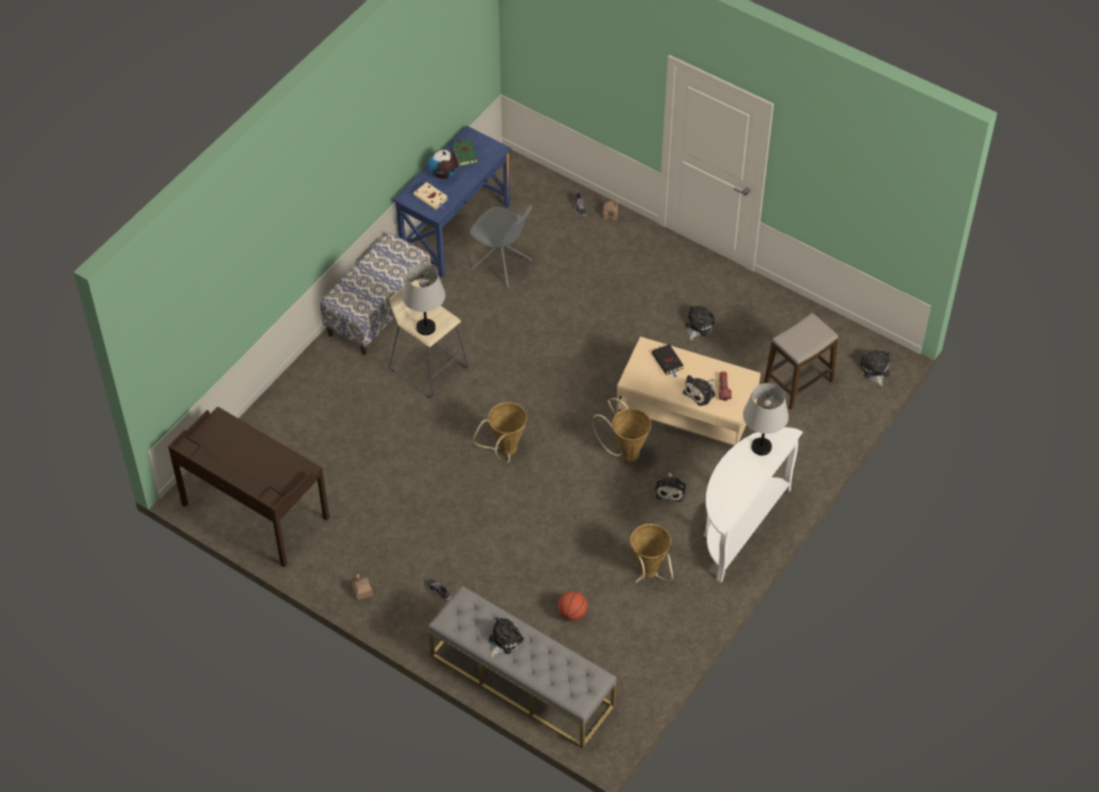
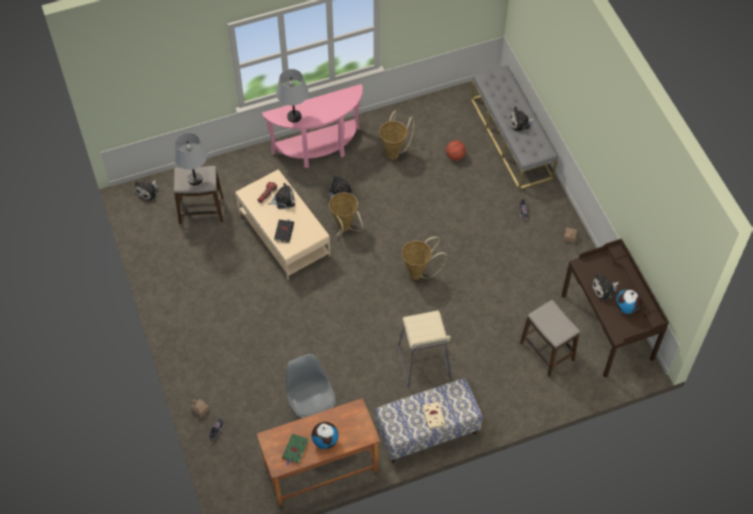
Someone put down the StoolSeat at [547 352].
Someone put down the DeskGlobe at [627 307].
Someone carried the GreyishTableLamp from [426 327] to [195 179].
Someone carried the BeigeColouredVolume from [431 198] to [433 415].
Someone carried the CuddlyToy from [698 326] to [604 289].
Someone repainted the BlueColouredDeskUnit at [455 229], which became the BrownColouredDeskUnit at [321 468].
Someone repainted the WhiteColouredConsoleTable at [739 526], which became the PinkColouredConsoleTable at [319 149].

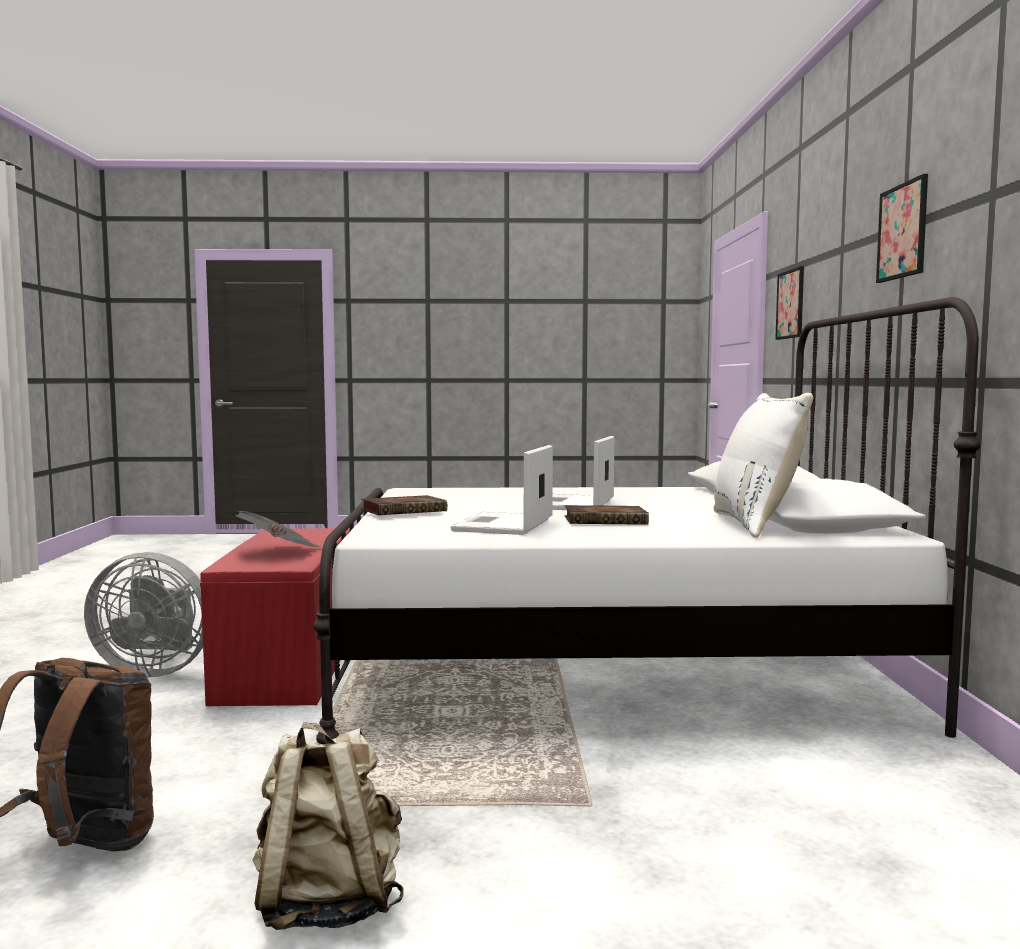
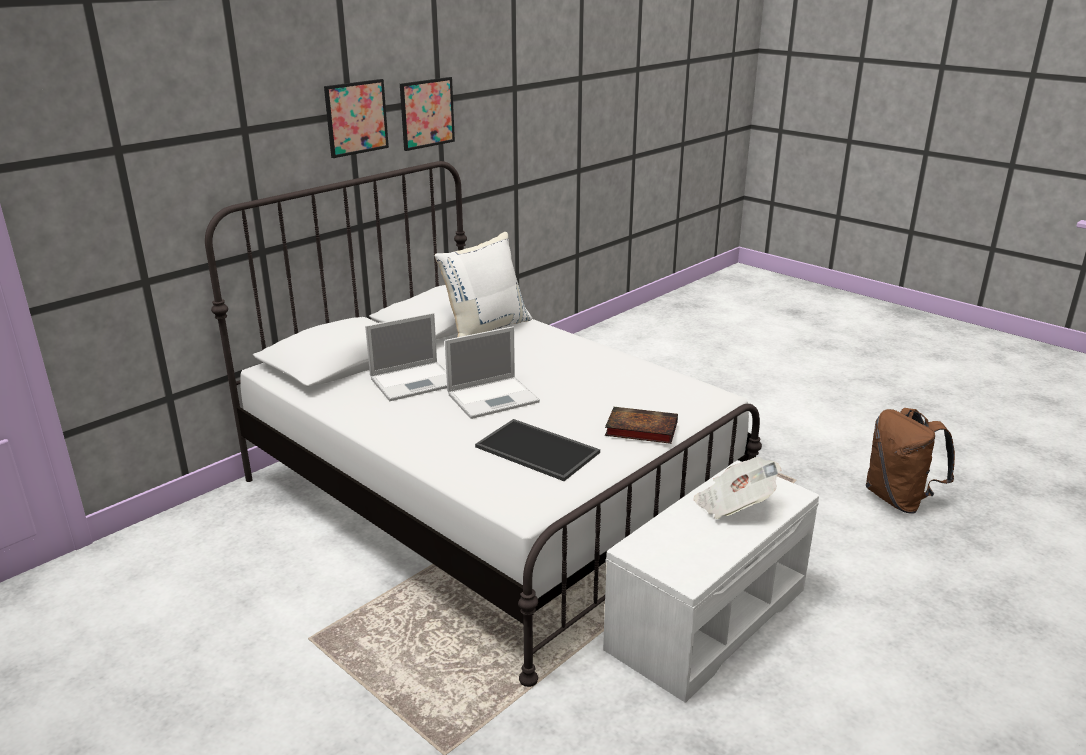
Someone took away the GreyishCoolingFan at [154 670].
Someone took away the BeigeColouredKnapsack at [328 904].
Someone took away the Volume at [607 521].
Someone put down the CarryingTray at [539 449].
Someone carried the Laptop from [503 525] to [415 381].
Someone carried the WallPicture from [790 304] to [427 113].
Someone repainted the RedLongSeat at [290 666], which became the WhiteColouredLongSeat at [707 616].

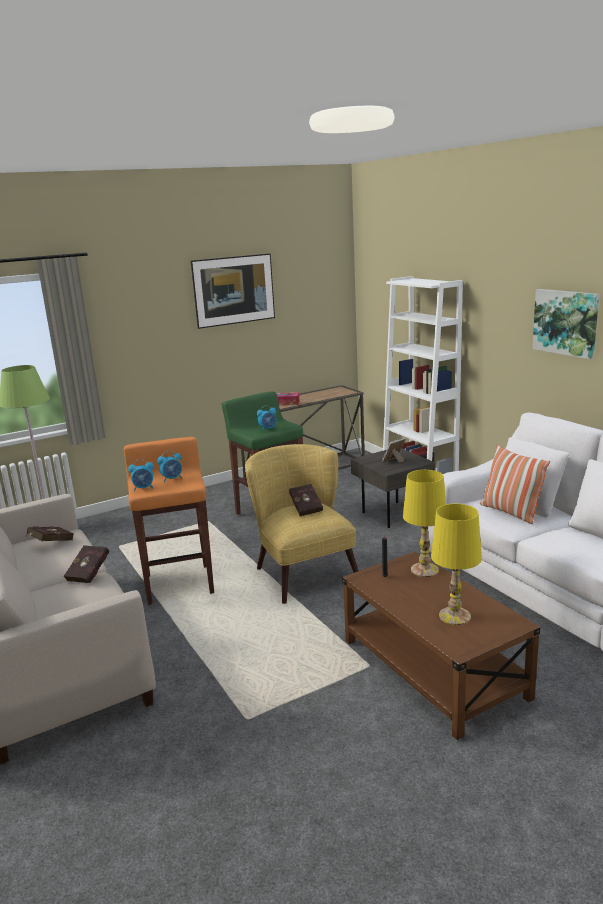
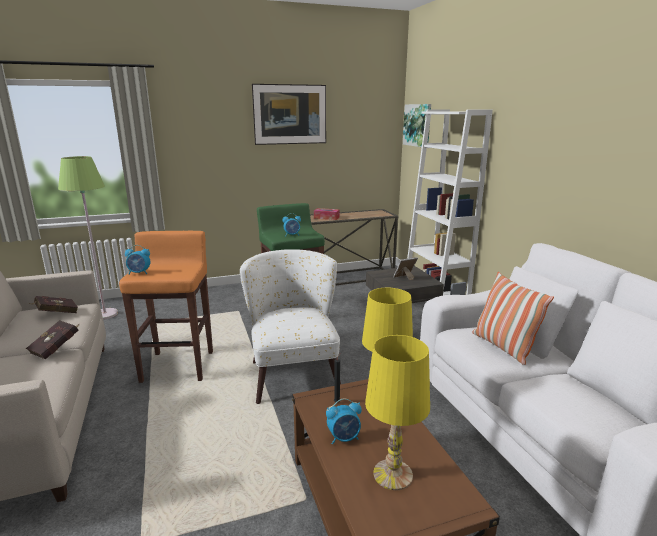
Someone took away the RedVolume at [306 508].
Someone carried the TableClock from [172 479] to [344 438].
Someone carried the WallPicture from [566 322] to [417 125].
Someone repainted the YellowishArmchair at [302 570], which became the WhiteColouredArmchair at [293 370].

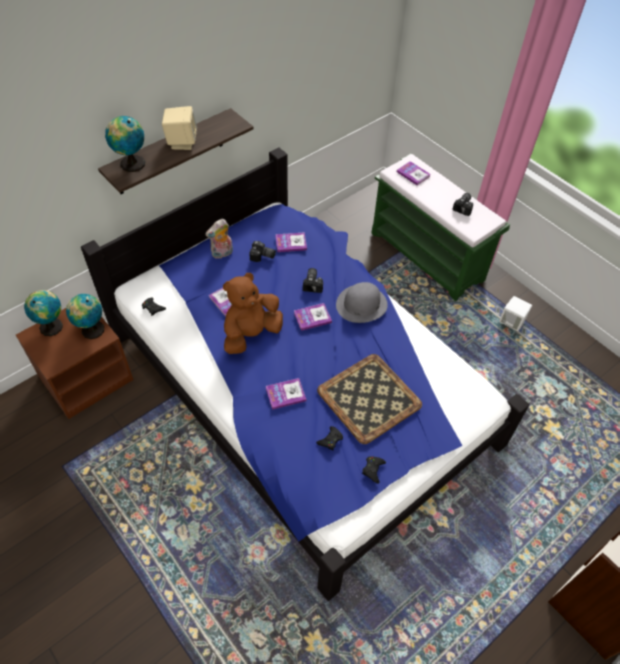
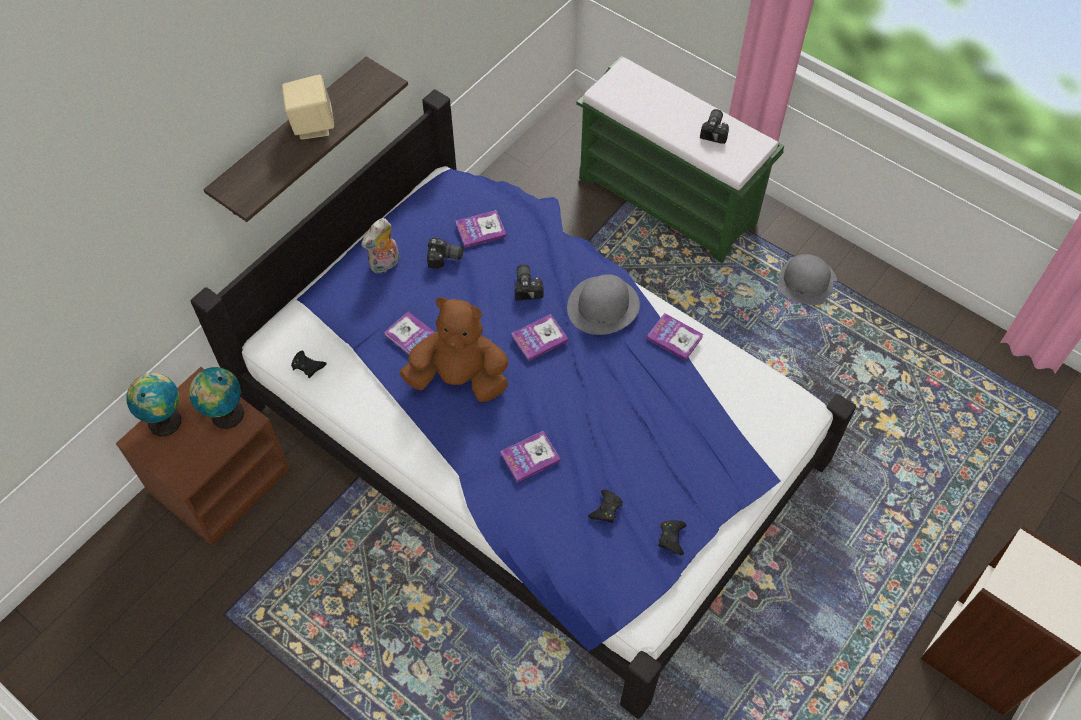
Someone took away the DeskGlobe at [131 163].
Someone took away the CarryingTray at [370 398].
Someone carried the Volume from [413 174] to [674 337].
Someone swapped the WhiteColouredAudioSpeaker at [511 323] for the GreyishHat at [805 281].
Someone rotated the BrownColouredCuddlyToy at [251 334] by 60 degrees clockwise.

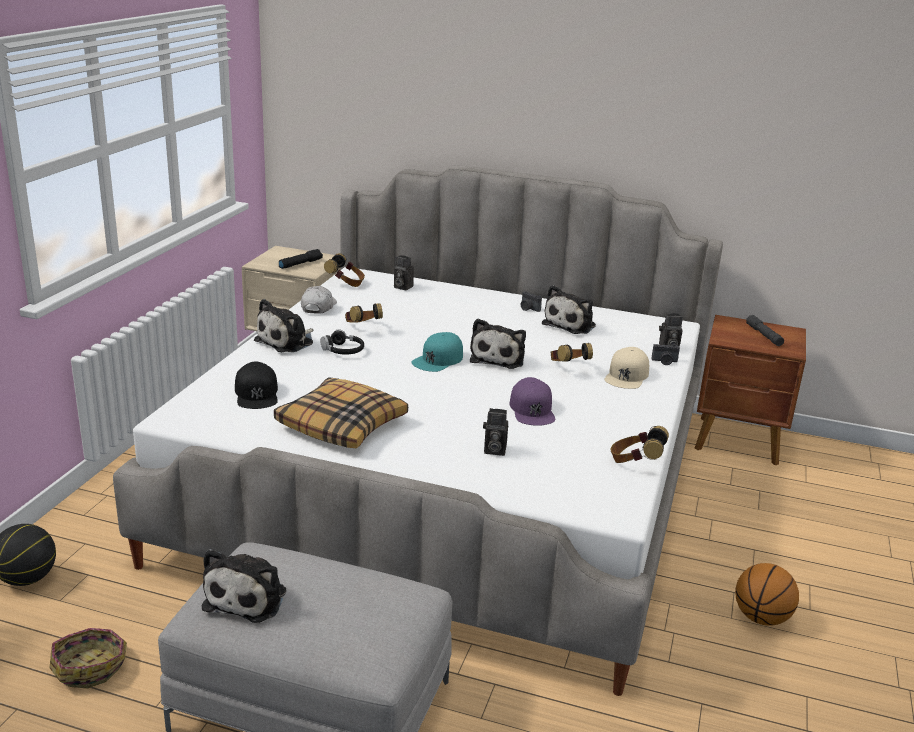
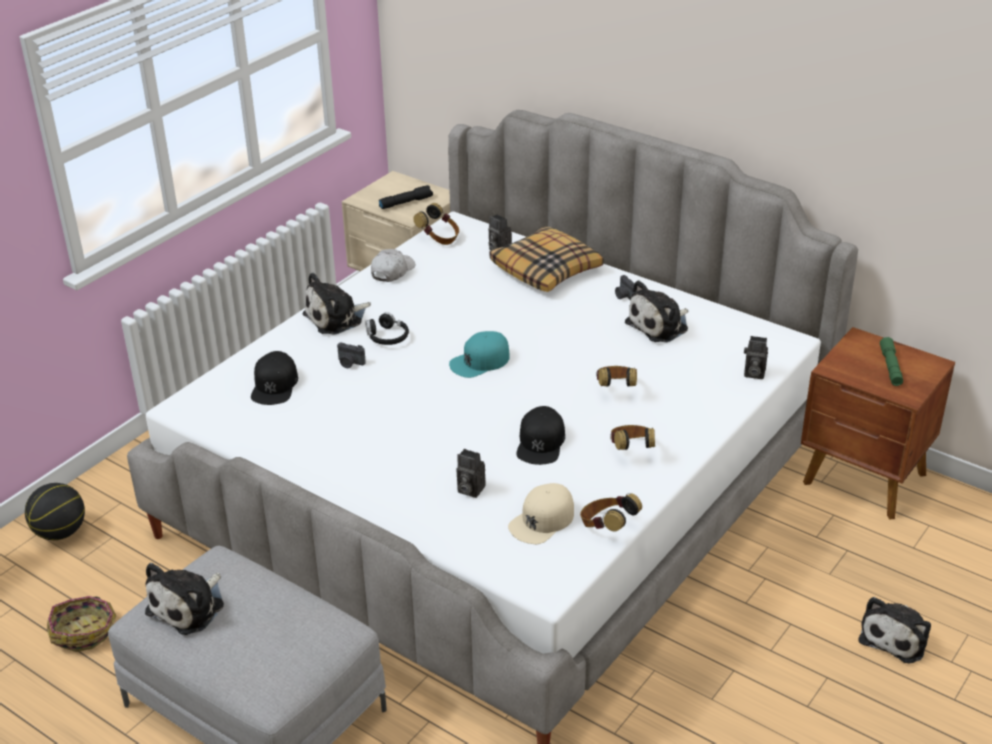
Someone took away the Basketball at [761 618].
Someone carried the ThrowPillow from [342 425] to [546 269].
Someone carried the Headphones from [362 328] to [631 450].
Someone carried the CuddlyToy from [498 358] to [895 637].
Someone carried the BeigeColouredCap from [627 375] to [542 520].
Someone carried the StillCamera from [664 362] to [350 363].
Someone repainted the PurpleColouredCap at [532 410], which became the BlackCap at [541 442].
Someone repainted the GreyishHandTorch at [764 335], which became the GreenColouredHandTorch at [890 367].

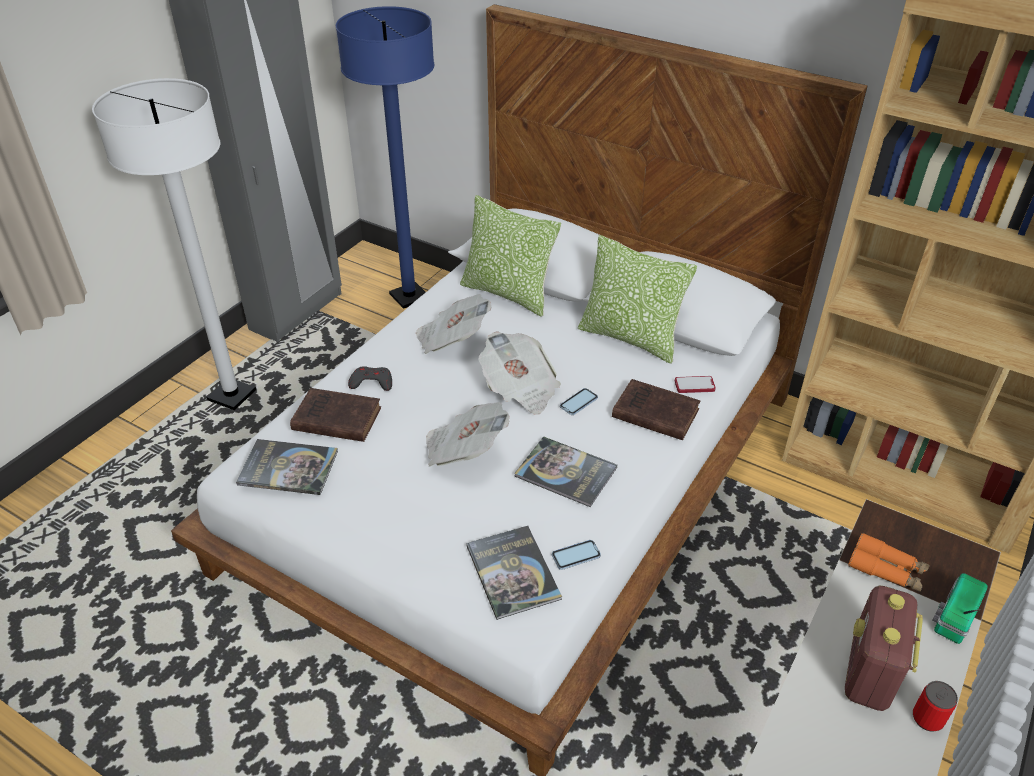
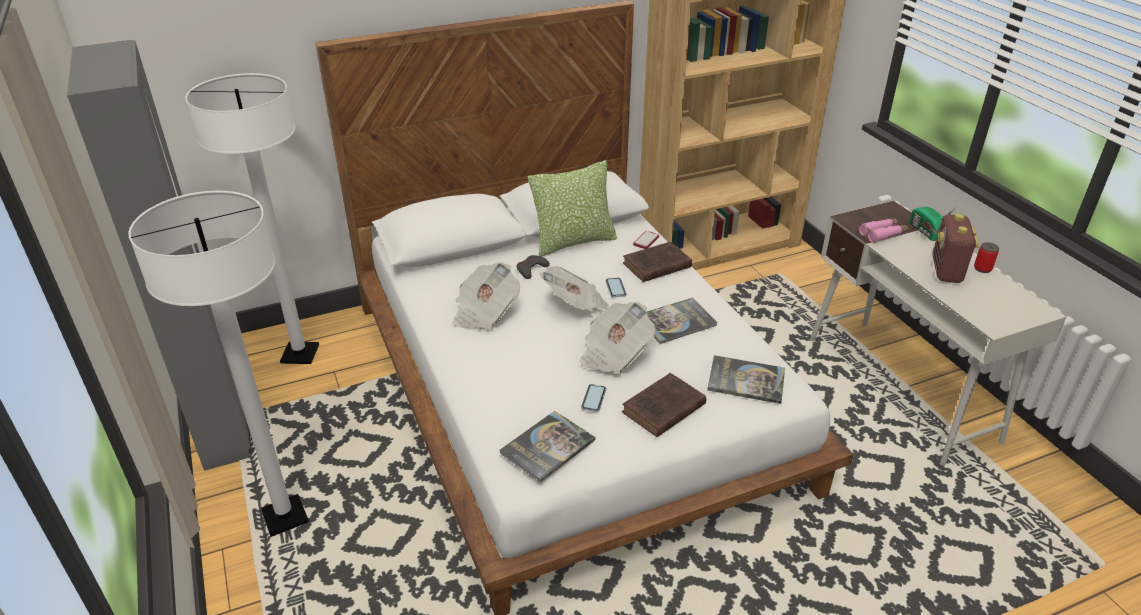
Someone took away the ThrowPillow at [508 293].
Someone carried the BrownColouredVolume from [334 419] to [662 409].
Someone carried the GreyishGameController from [371 382] to [531 269].
Someone carried the Phone from [576 556] to [593 399].
Someone repainted the BlueColouredStandingLamp at [409 297], which became the WhiteColouredStandingLamp at [300 354].
Someone repainted the OrangeBinoculars at [886 569], which became the PinkColouredBinoculars at [883 234].
Someone rotated the Radio at [869 673] by 45 degrees clockwise.

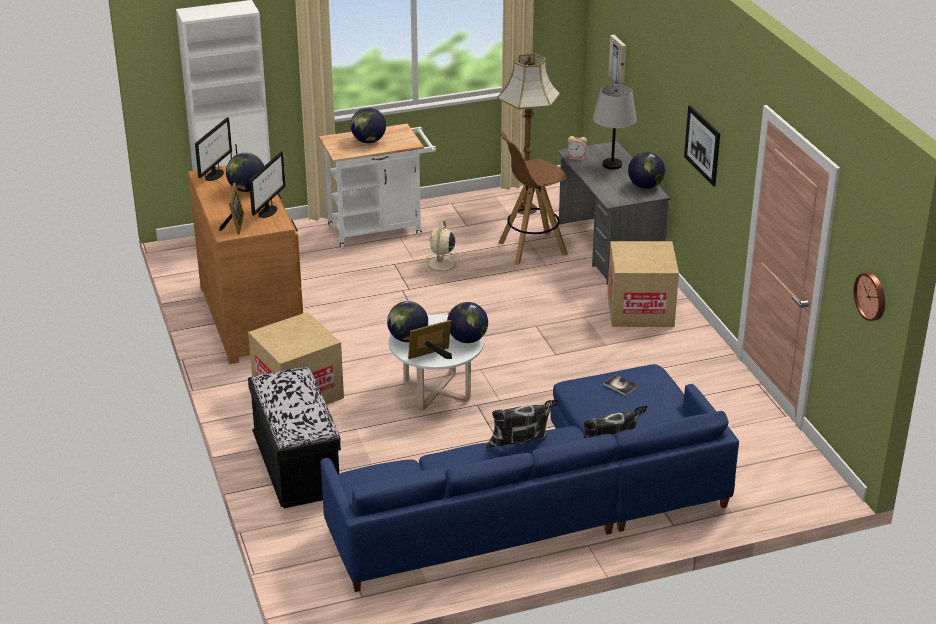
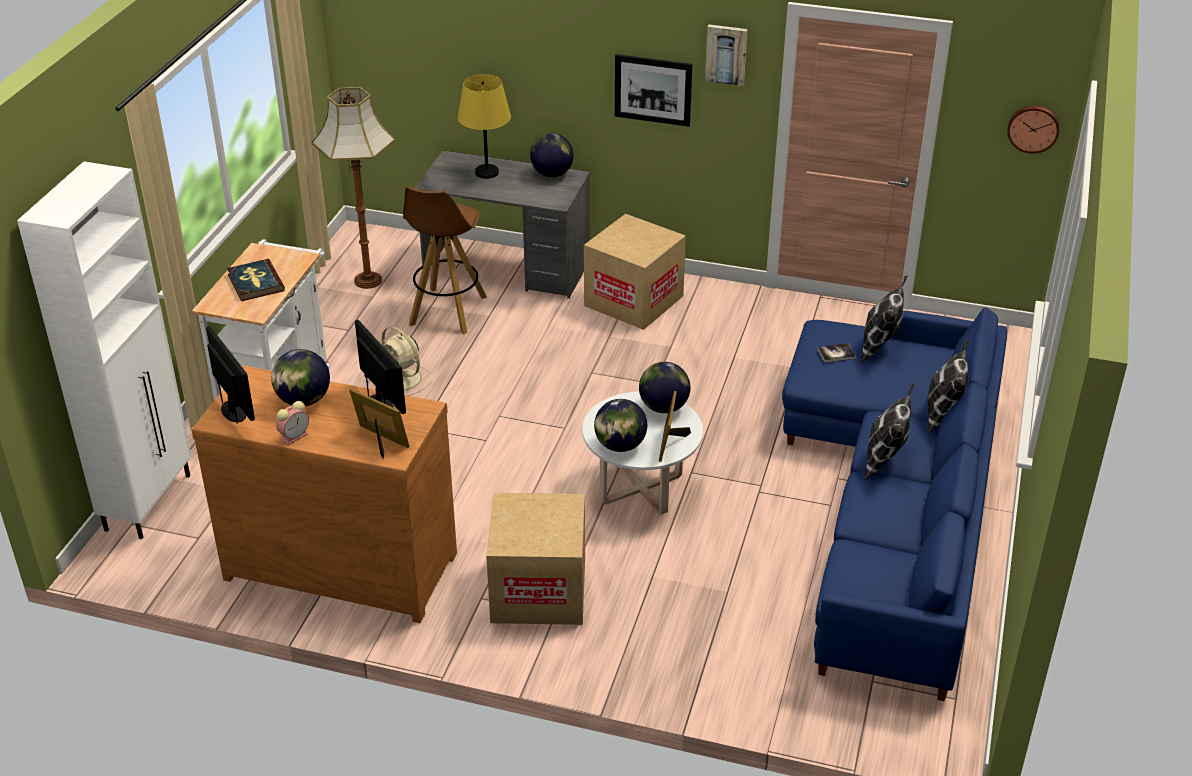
Someone took away the BlackLongSeat at [296 469].
Someone put down the ThrowPillow at [880 346].
Someone carried the TableClock from [577 157] to [295 436].
Someone carried the WallPicture from [619 61] to [726 54].
Someone swapped the DeskGlobe at [368 141] for the Volume at [255 283].
Someone repainted the GreyishTableLamp at [612 165], which became the YellowishTableLamp at [487 172].

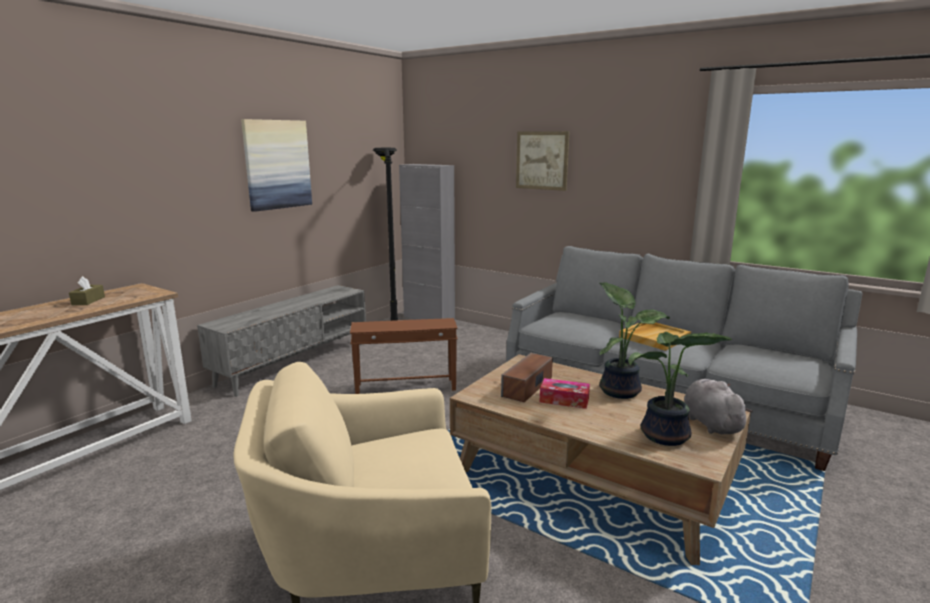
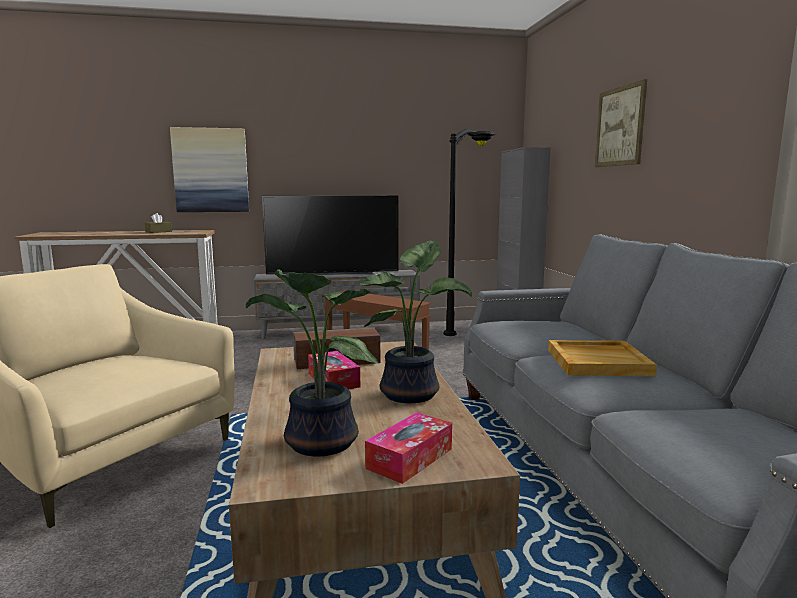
Someone put down the Tv at [333 275].
Someone carried the WallPicture from [277 164] to [211 170].
Someone swapped the GreyishCuddlyToy at [710 423] for the TissueHolder at [410 458].

